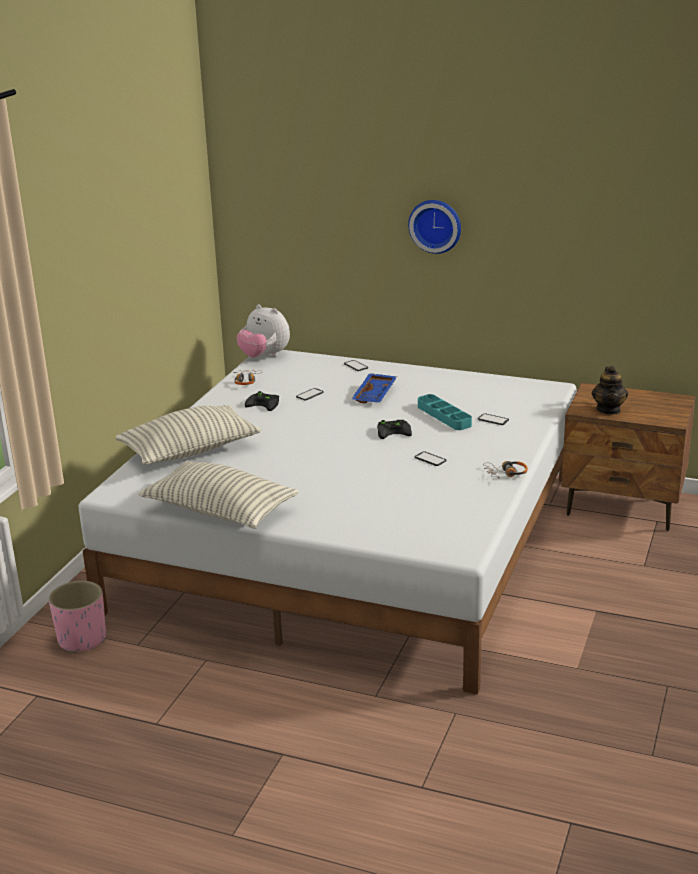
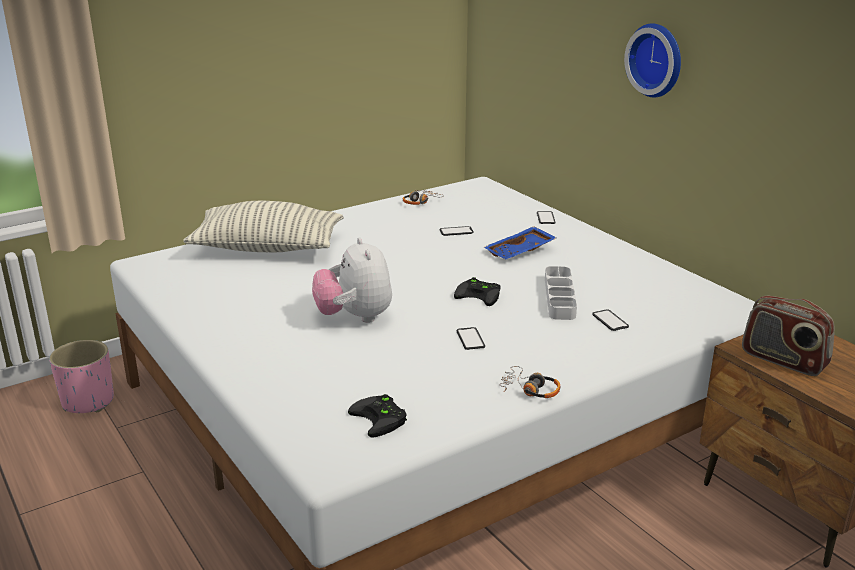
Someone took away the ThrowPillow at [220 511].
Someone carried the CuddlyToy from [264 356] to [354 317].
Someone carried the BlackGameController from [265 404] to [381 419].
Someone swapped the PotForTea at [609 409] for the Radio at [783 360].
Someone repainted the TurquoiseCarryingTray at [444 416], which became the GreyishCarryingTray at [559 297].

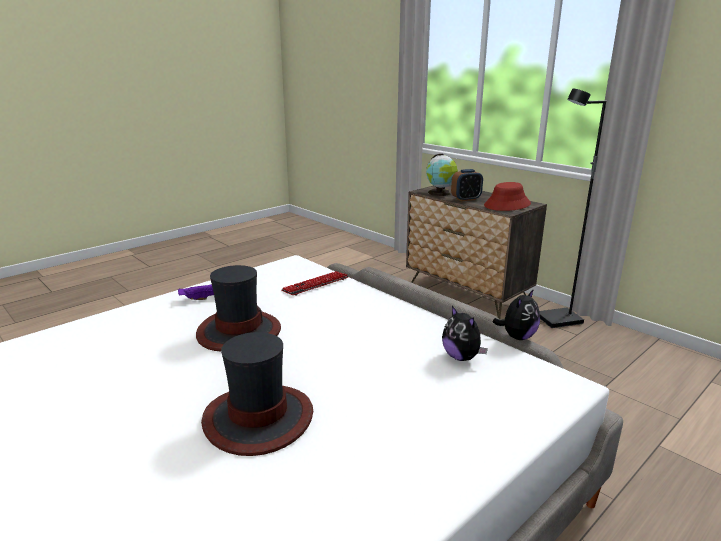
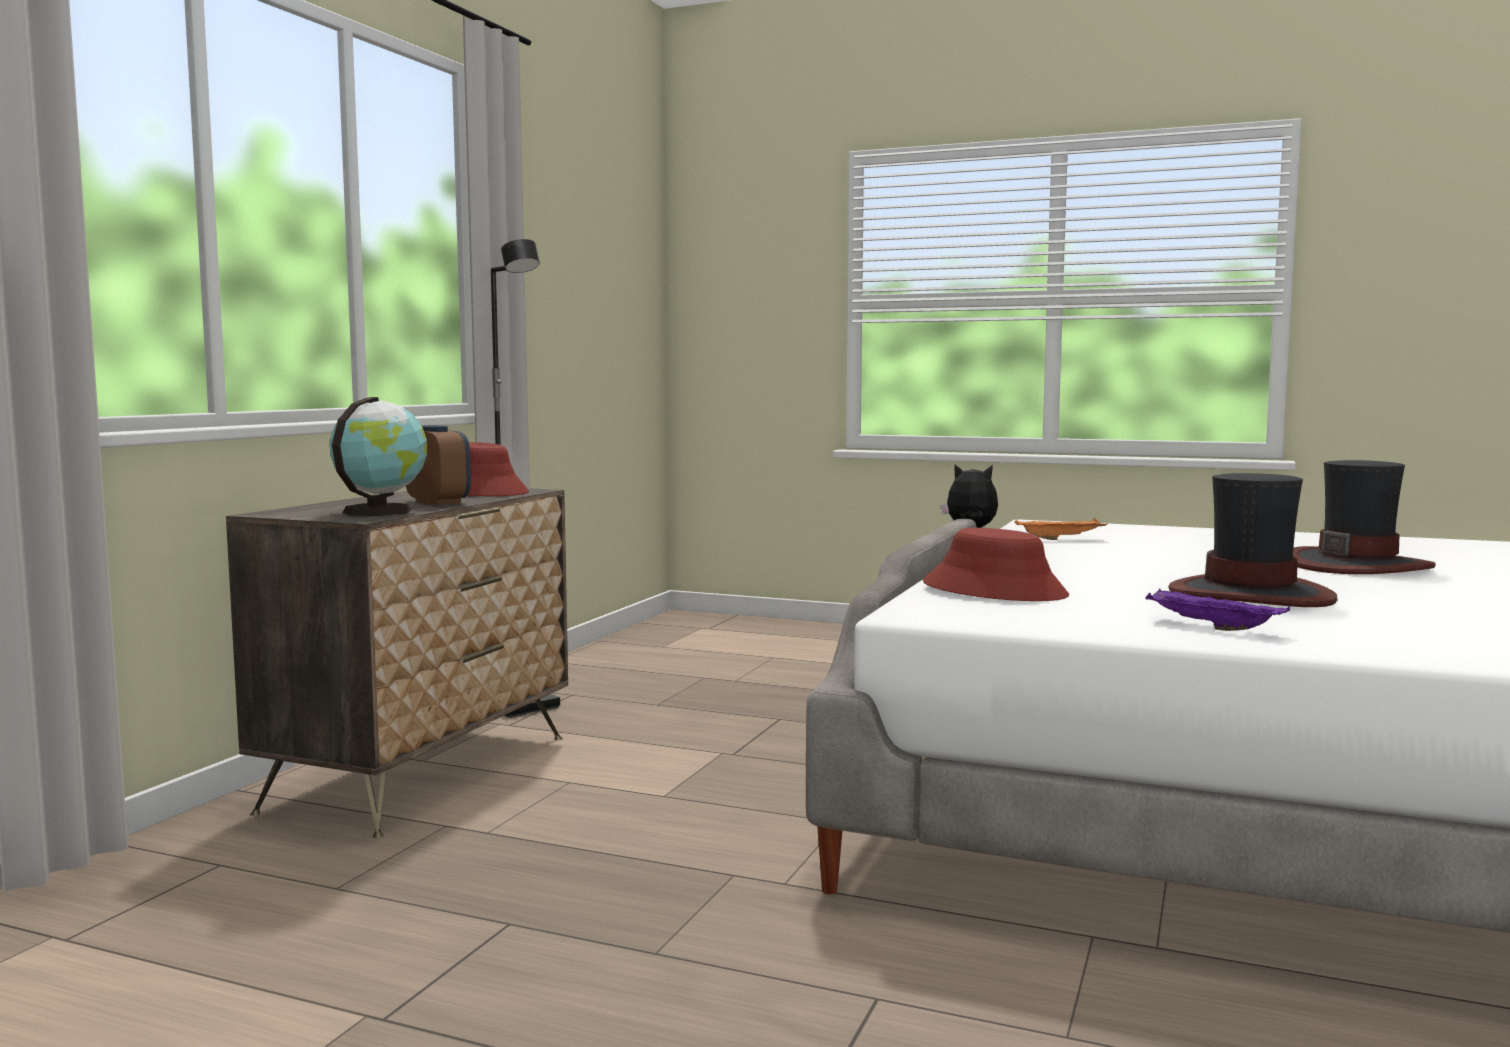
Someone swapped the ComputerKeyboard at [315 285] for the RedHat at [994 591].
Someone swapped the CuddlyToy at [462 357] for the OrangeCarryingTray at [1060 539].

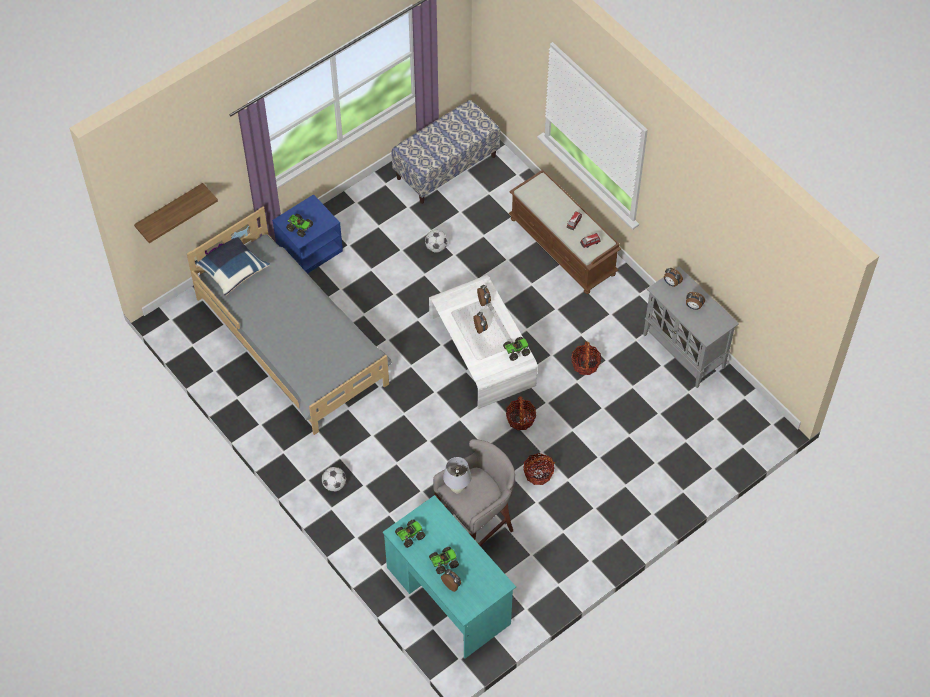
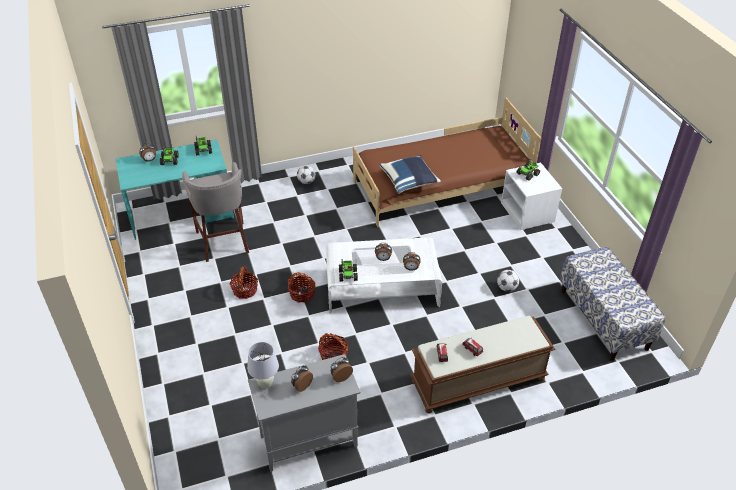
Someone took away the WallShelf at [170 211].
Someone carried the BlueColouredThrowPillow from [232 270] to [409 181].
Someone carried the WhiteColouredTableLamp from [457 489] to [265 384].
Someone repainted the GreyishSleepingBed at [293 341], which became the BrownColouredSleepingBed at [441 187].
Someone repainted the BlueColouredBedsideTable at [309 249], which became the WhiteColouredBedsideTable at [528 213].

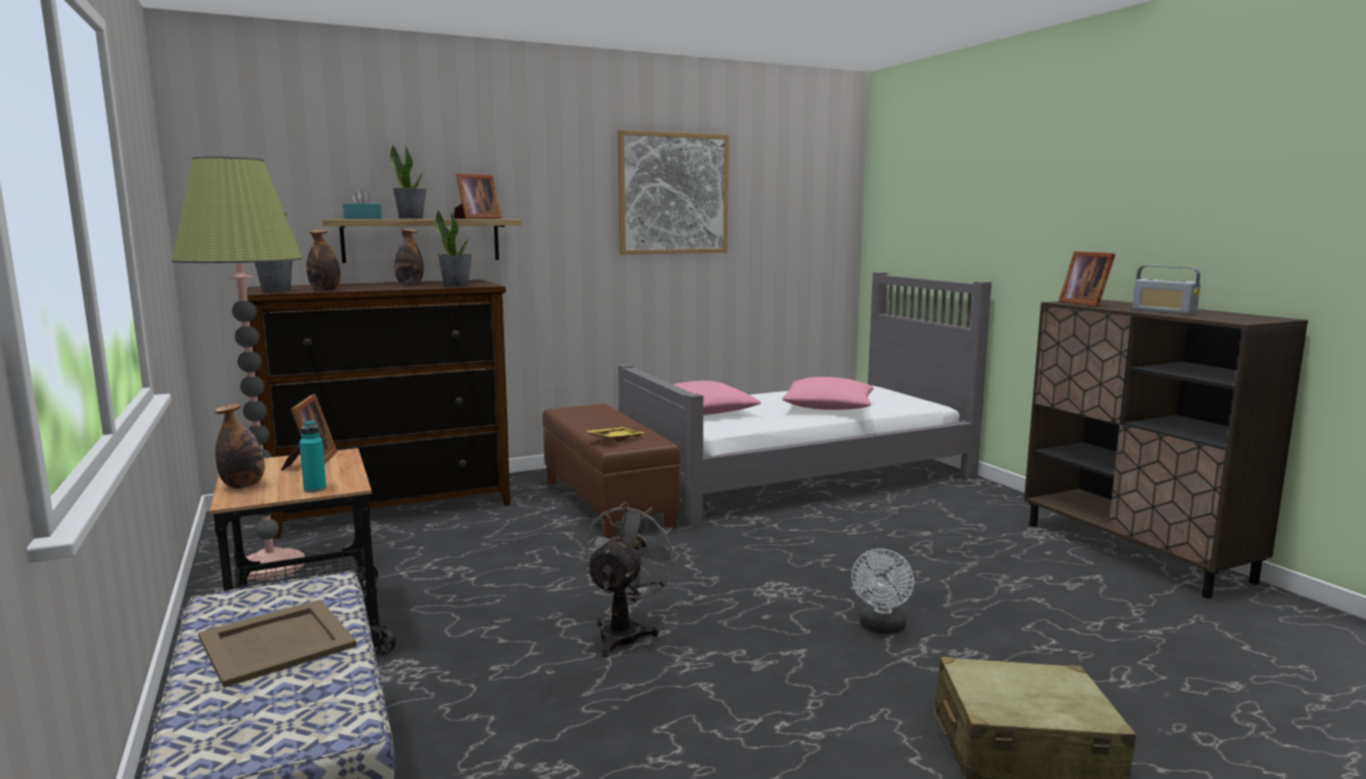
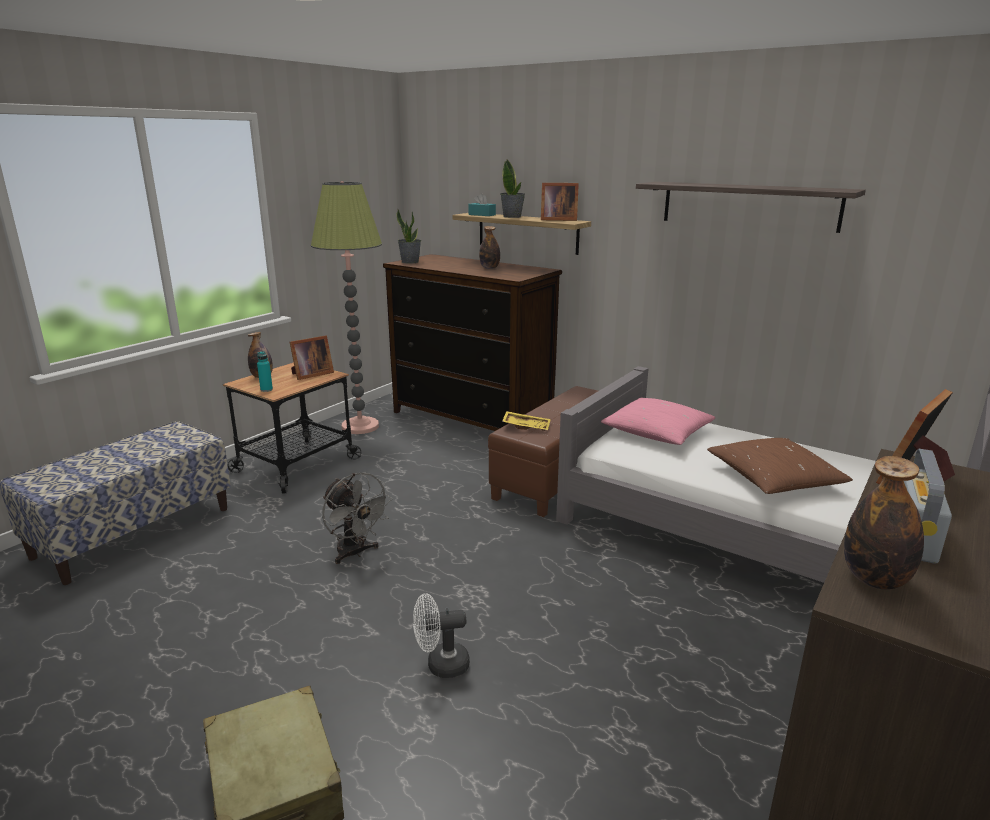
Someone took away the BeigeColouredCarryingTray at [275 642].
Someone took away the PottedPlant at [456 285].
Someone carried the DrinkBottle from [325 290] to [874 579].
Someone swapped the WallPicture at [673 193] for the WallShelf at [749 205].
Someone repainted the PinkColouredThrowPillow at [828 407], which became the BrownColouredThrowPillow at [774 479].
Someone rotated the GreyishCoolingFan at [625 632] by 60 degrees clockwise.

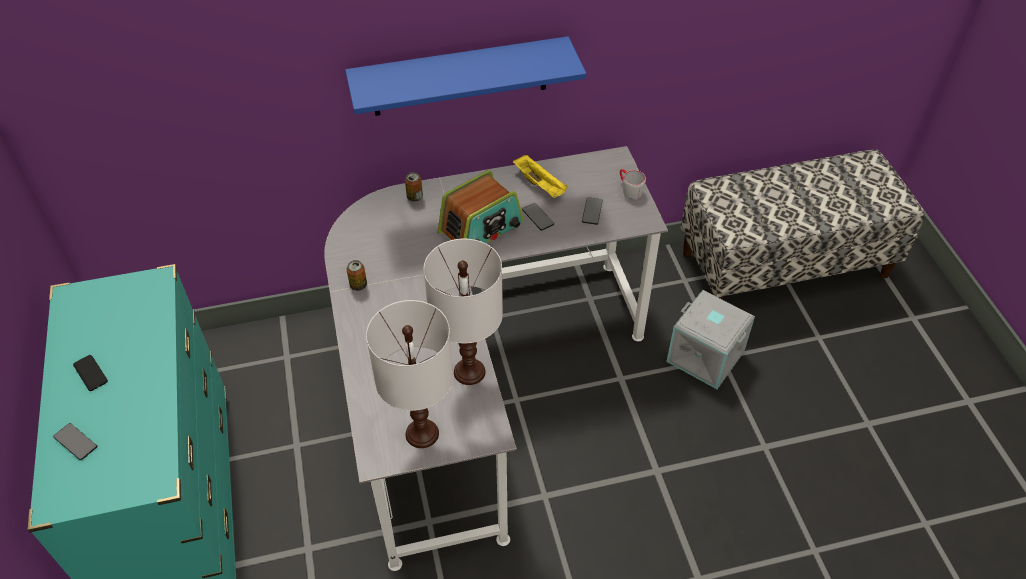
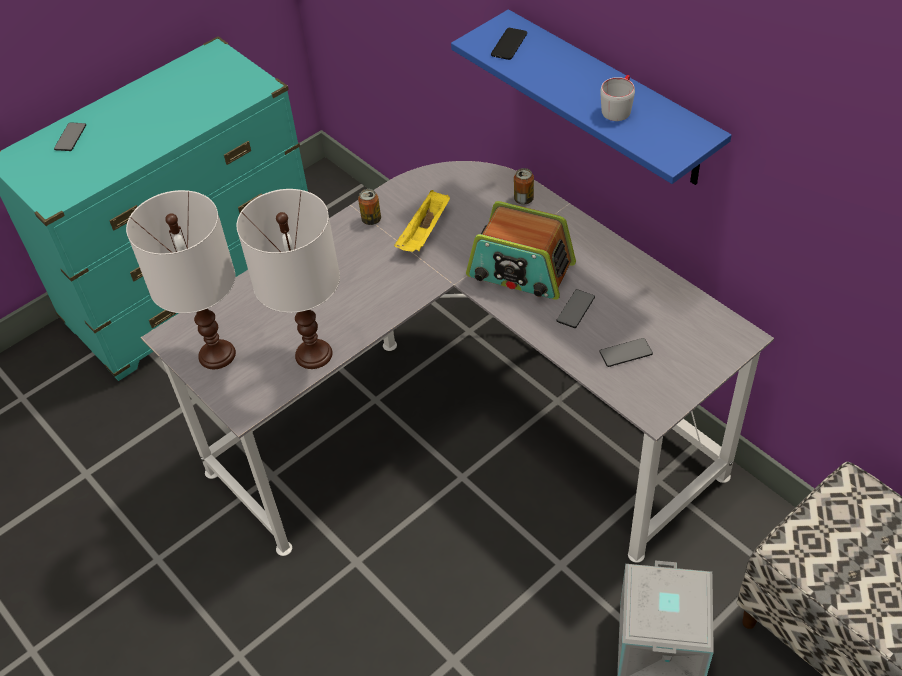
Someone carried the Phone from [90 373] to [509 44].
Someone carried the YellowishCarryingTray from [540 185] to [424 233].
Someone carried the GreyishTeaMug from [629 189] to [618 107].

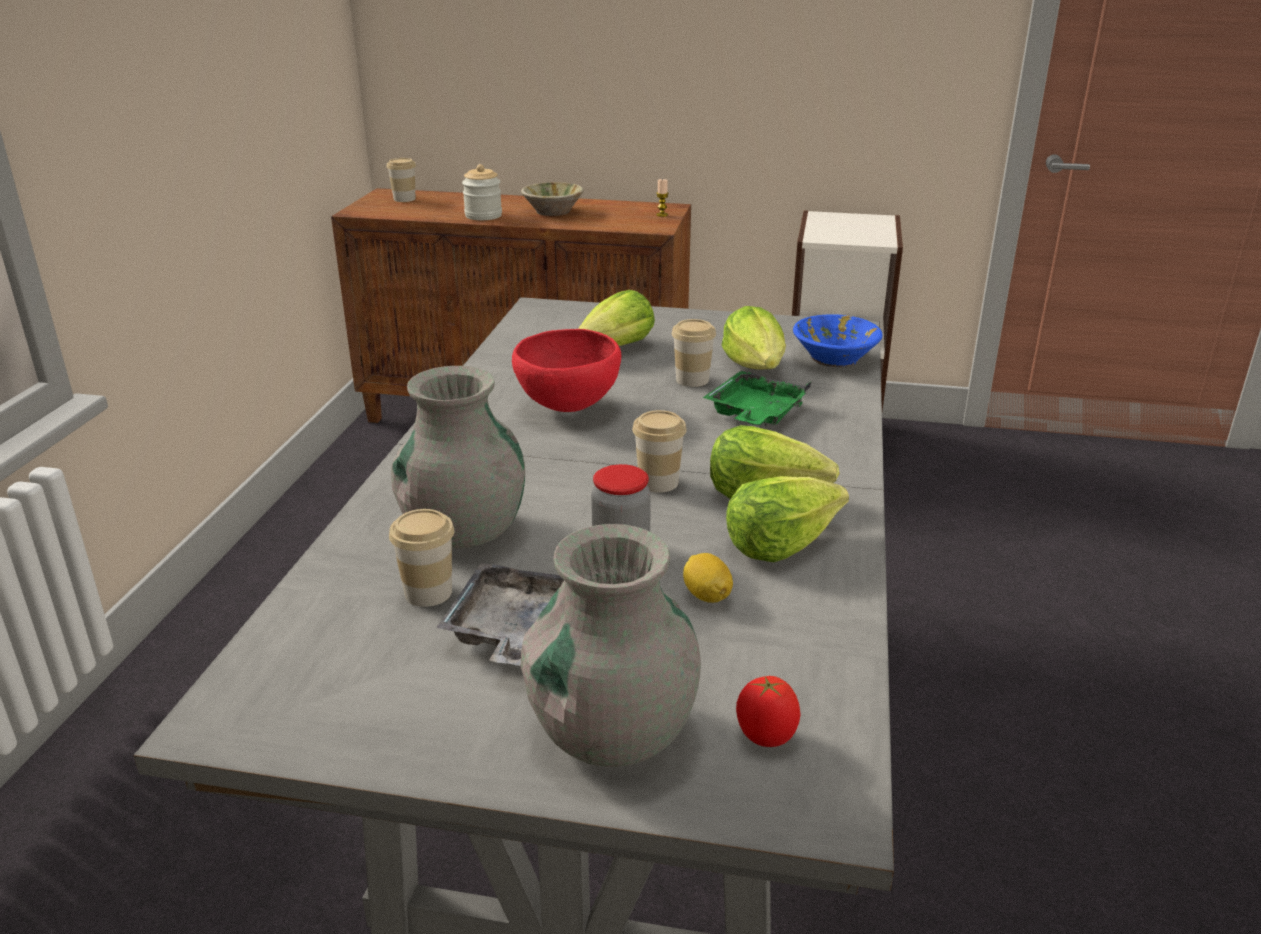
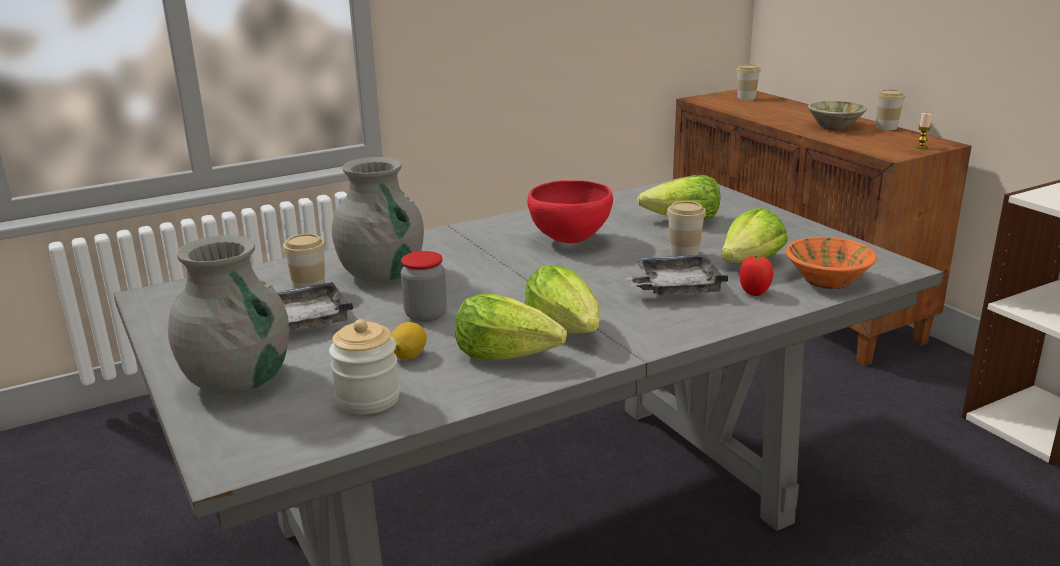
Someone carried the StorageJar from [483 216] to [368 399].
Someone carried the Cup from [658 482] to [886 127].
Someone carried the FreshTomato from [765 737] to [754 292].
Someone repainted the GreenColouredCarryingTray at [755 414], which became the GreyishCarryingTray at [674 287].
Someone repainted the BlueColouredDeepDish at [834 359], which became the OrangeDeepDish at [827 280].

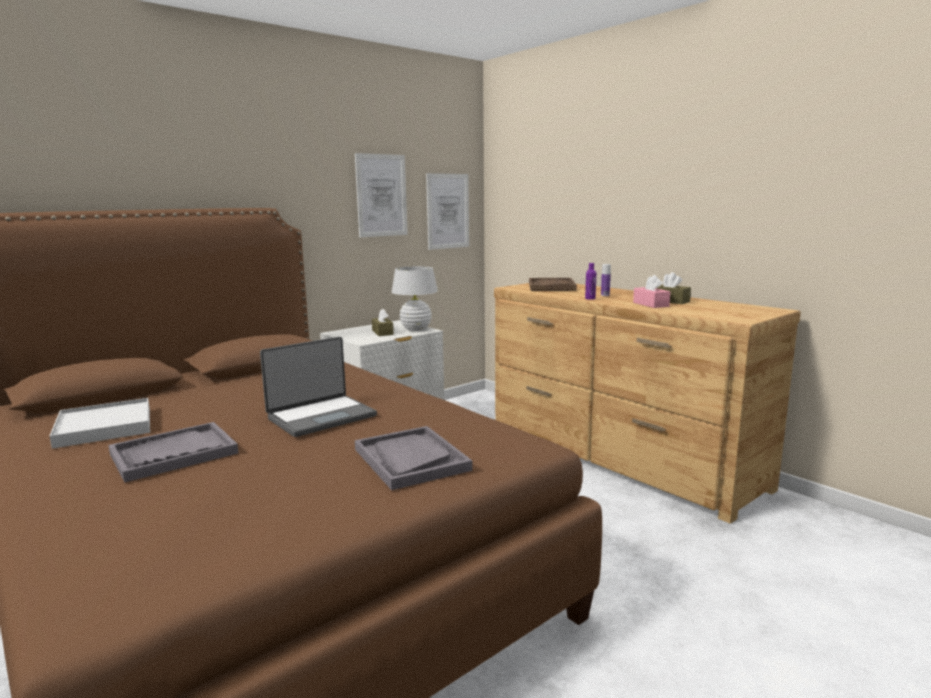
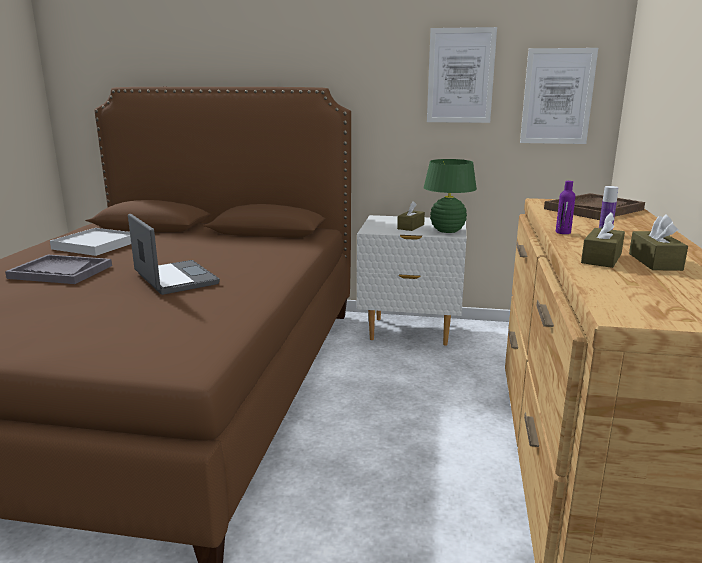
Someone took away the GreyishCarryingTray at [410 459].
Someone repainted the WhiteColouredTableLamp at [416 329], which became the GreenColouredTableLamp at [447 231].
Someone repainted the PinkColouredTissueHolder at [650 304], which became the BrownColouredTissueHolder at [601 258].
Someone rotated the Laptop at [321 416] by 135 degrees counterclockwise.

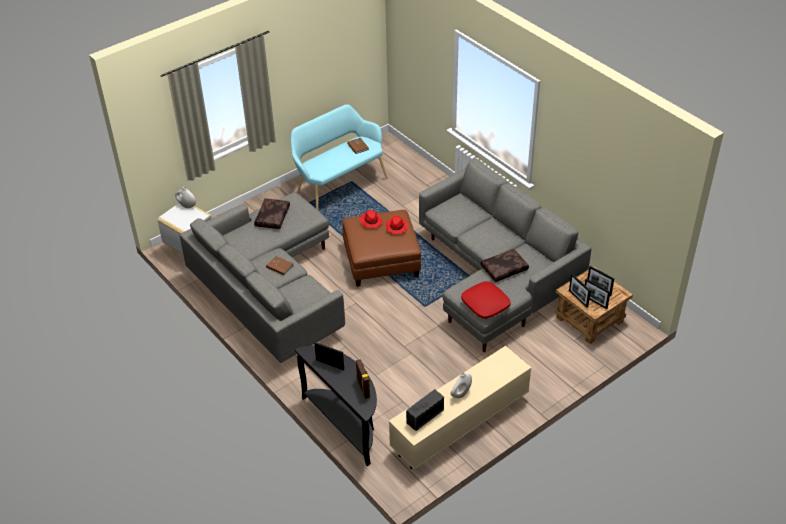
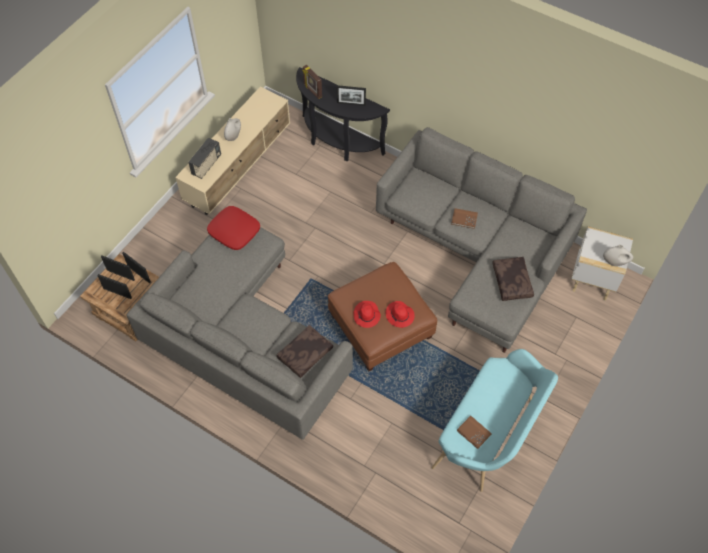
Someone carried the Radio from [425 417] to [206 165].
Someone carried the BrownColouredThrowPillow from [504 268] to [305 355].

